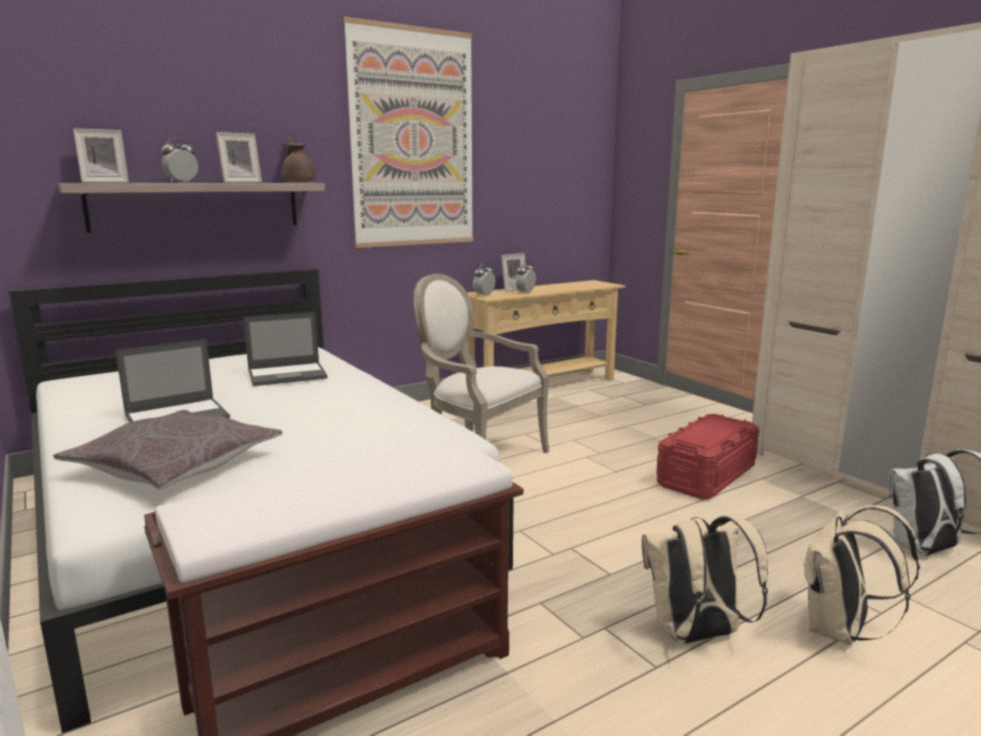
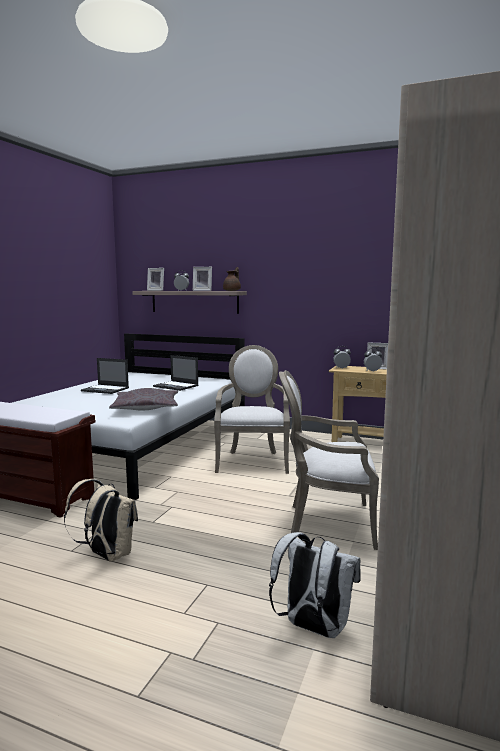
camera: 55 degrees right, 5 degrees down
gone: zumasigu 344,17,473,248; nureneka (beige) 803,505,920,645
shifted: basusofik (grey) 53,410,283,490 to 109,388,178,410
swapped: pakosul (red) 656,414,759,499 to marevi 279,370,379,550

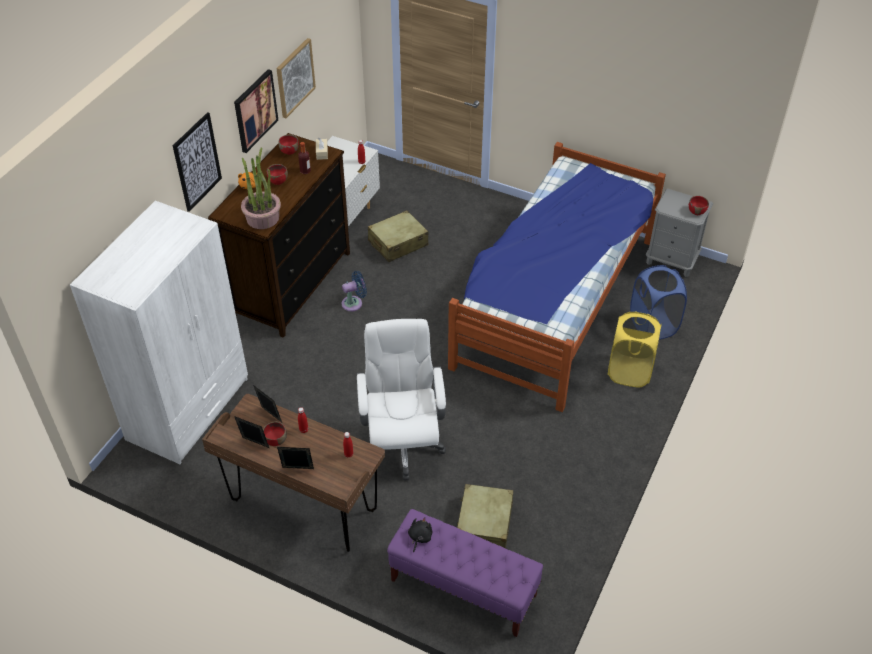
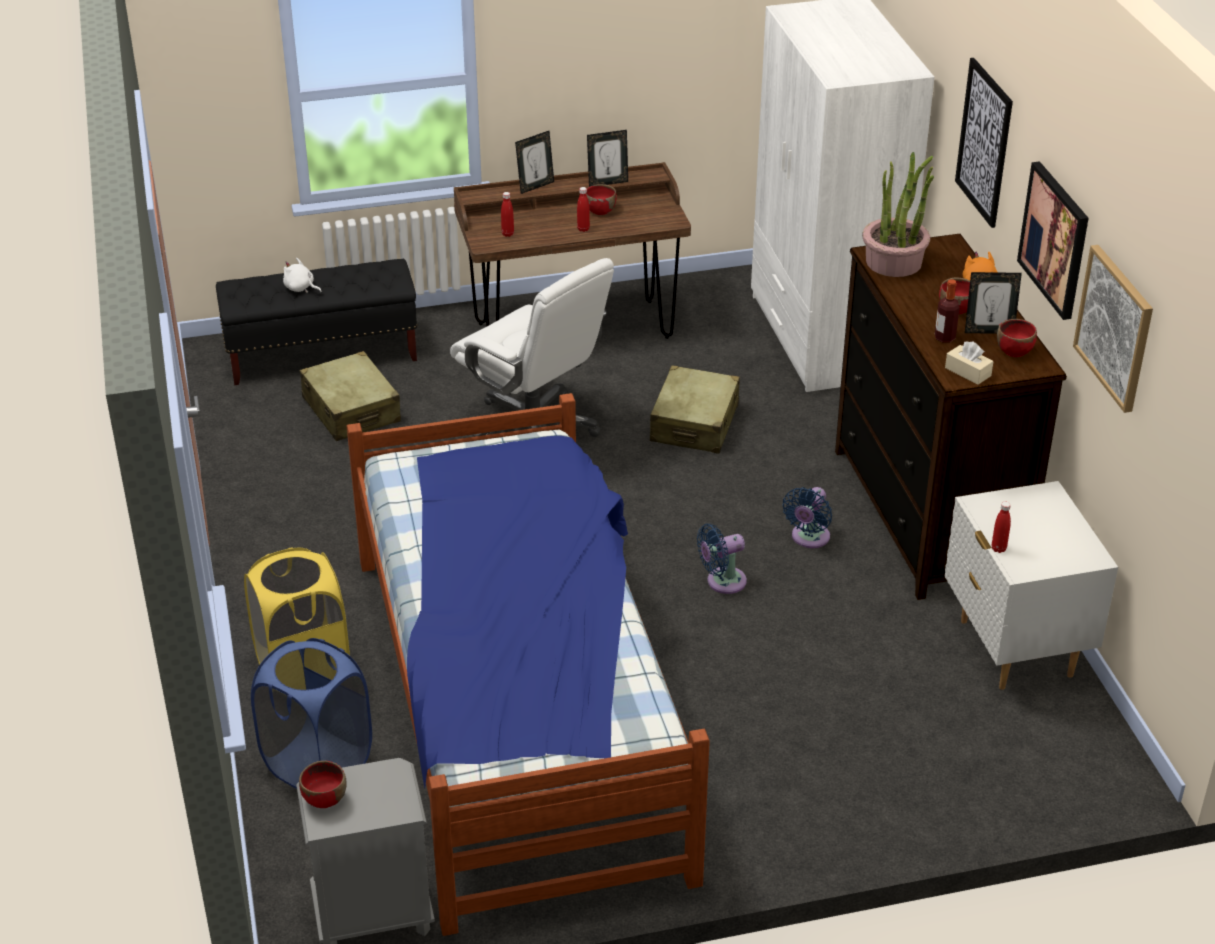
camera: 140 degrees right, 10 degrees down
gone: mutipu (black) 408,517,432,553
new: mutipu (white) 283,258,322,293; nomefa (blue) 697,524,747,594
shifted: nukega 253,385,282,422 to 965,272,1022,334; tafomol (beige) 368,210,428,262 to 650,365,740,454
repainted: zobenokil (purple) 387,509,543,637 to zobenokil (black) 216,259,417,385

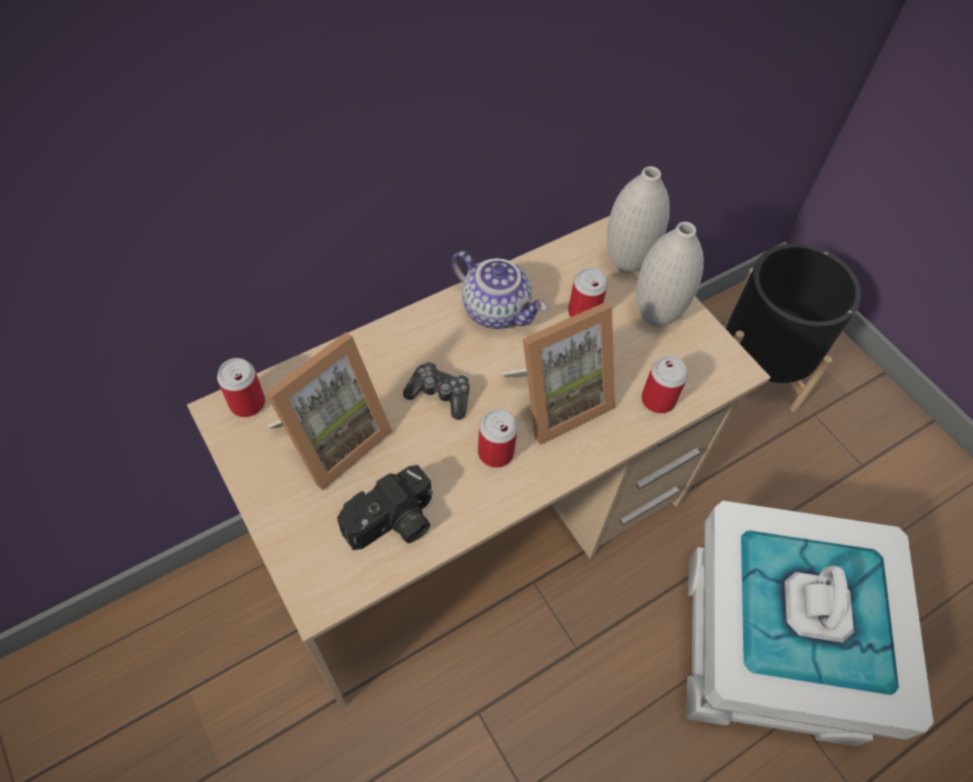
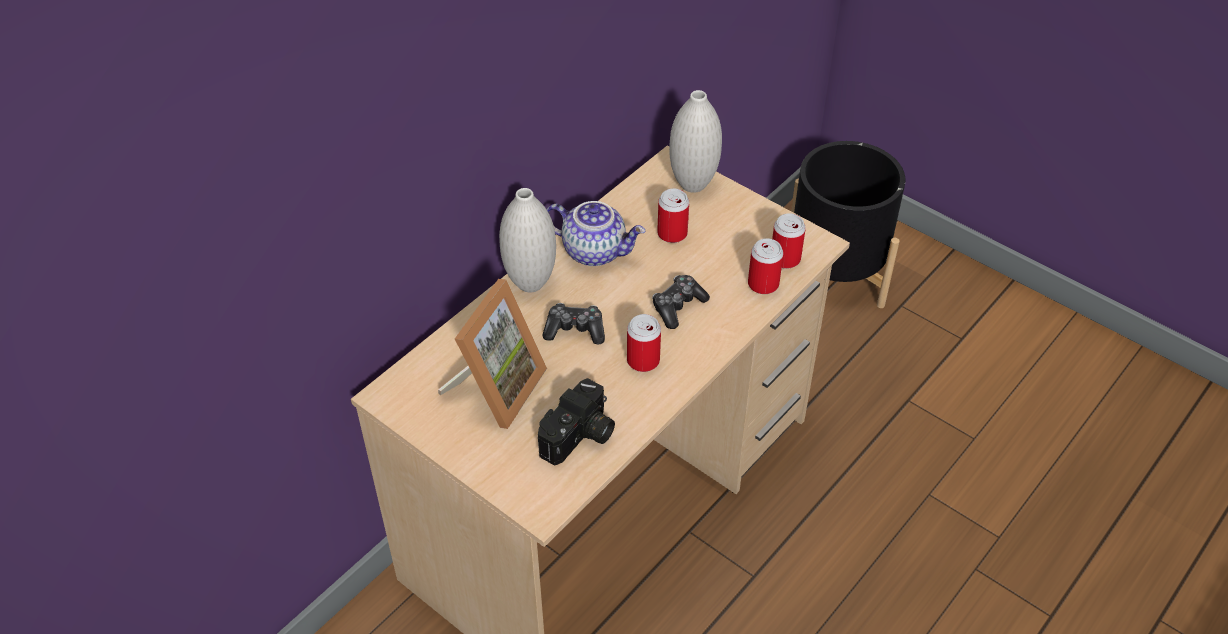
camera: 15 degrees left, 10 degrees down
gone: pakosul (white) 686,501,934,747
shifted: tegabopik 217,358,265,417 to 772,213,806,269; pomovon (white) 636,222,704,327 to 499,188,556,292
swapped: nukega 503,302,615,445 to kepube 652,275,710,329

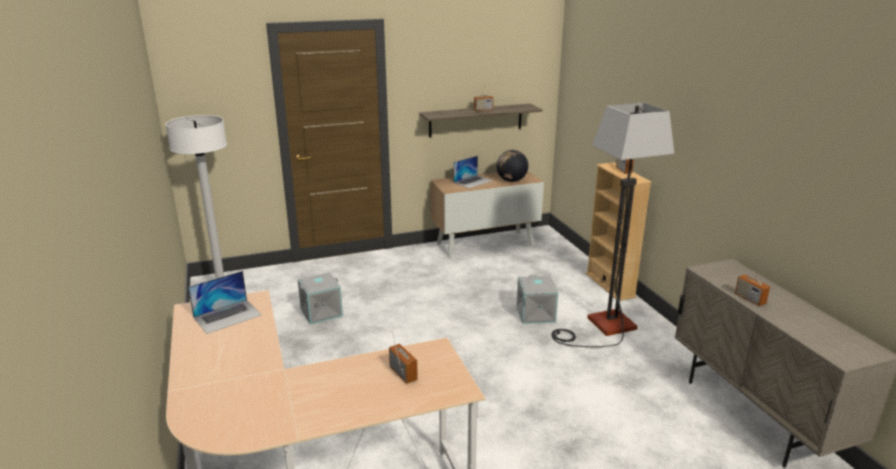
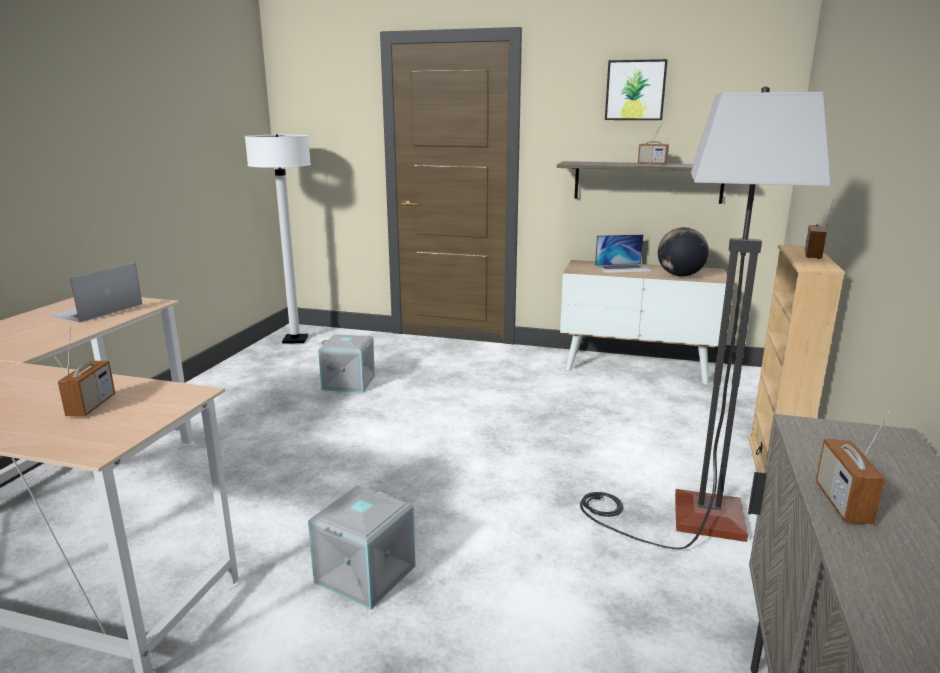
camera: 35 degrees right, 5 degrees down
new: zumasigu 605,59,668,120
shifted: pakosul (grey) 516,275,558,324 to 308,485,416,609
rotated: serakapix 188,271,261,334 = 49,263,142,323 120 degrees clockwise

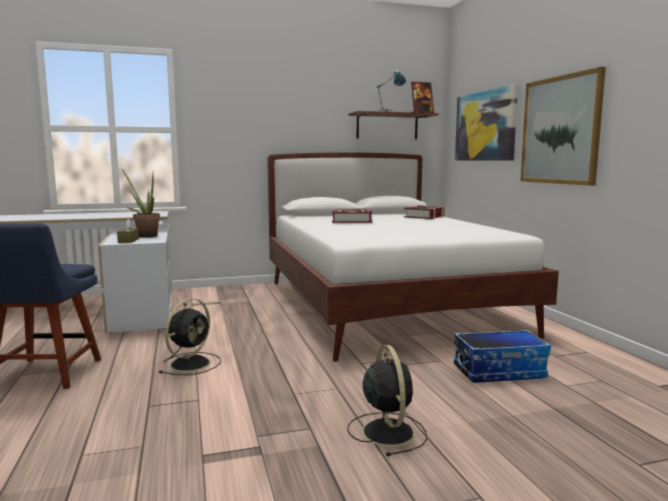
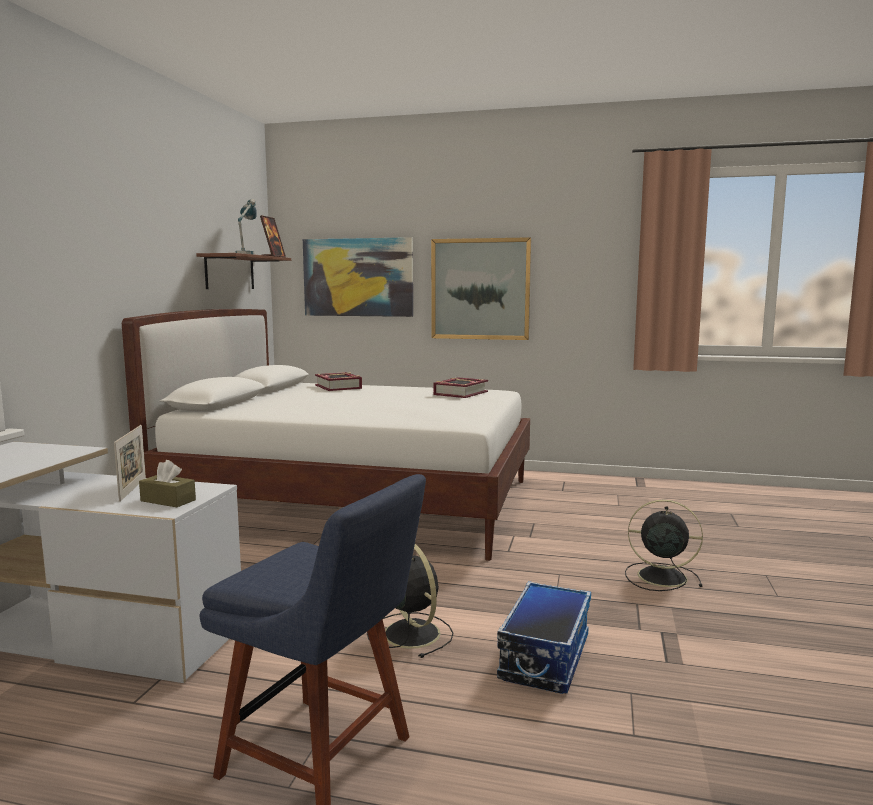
camera: 60 degrees left, 0 degrees up
shifted: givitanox 332,209,372,223 to 433,377,488,398; pakosul 454,330,551,383 to 497,581,591,694
swapped: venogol 122,169,160,238 to nukega 114,425,146,502

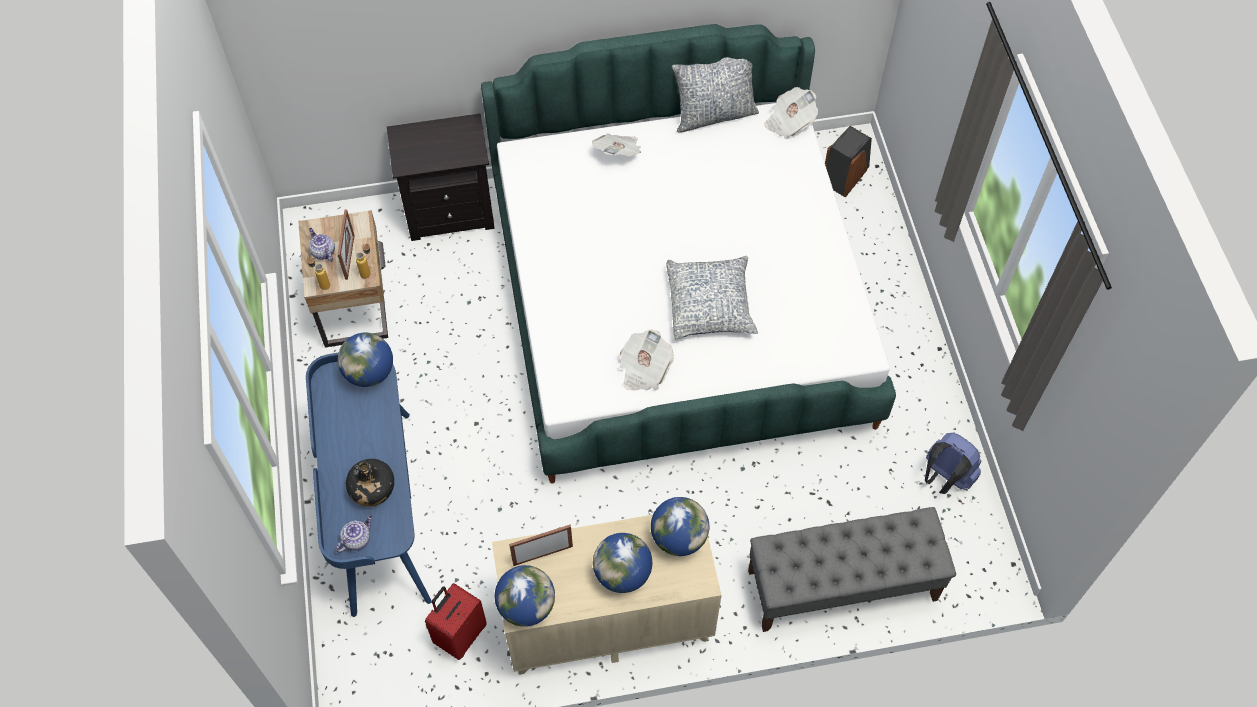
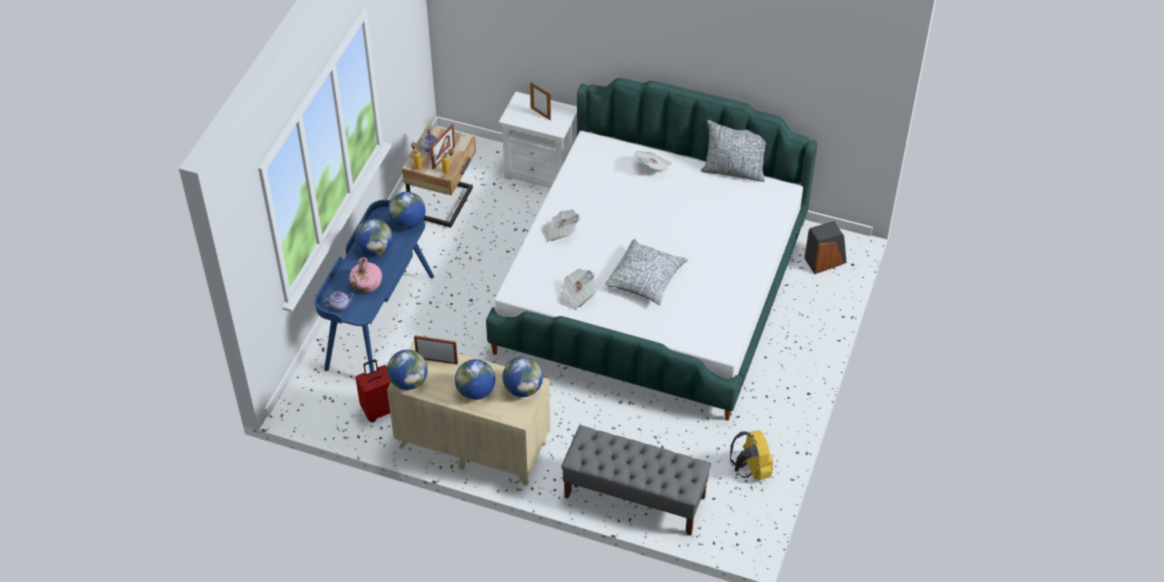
camera: 30 degrees right, 10 degrees down
new: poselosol 355,219,393,256; nukega 530,82,551,121
shifted: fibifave 764,87,818,139 to 540,209,580,242
repainted: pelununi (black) 346,459,394,507 to pelununi (pink) 349,257,382,293; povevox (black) 387,113,495,241 to povevox (white) 499,91,577,188; nureneka (blue) 925,433,981,494 to nureneka (yellow) 730,431,773,480

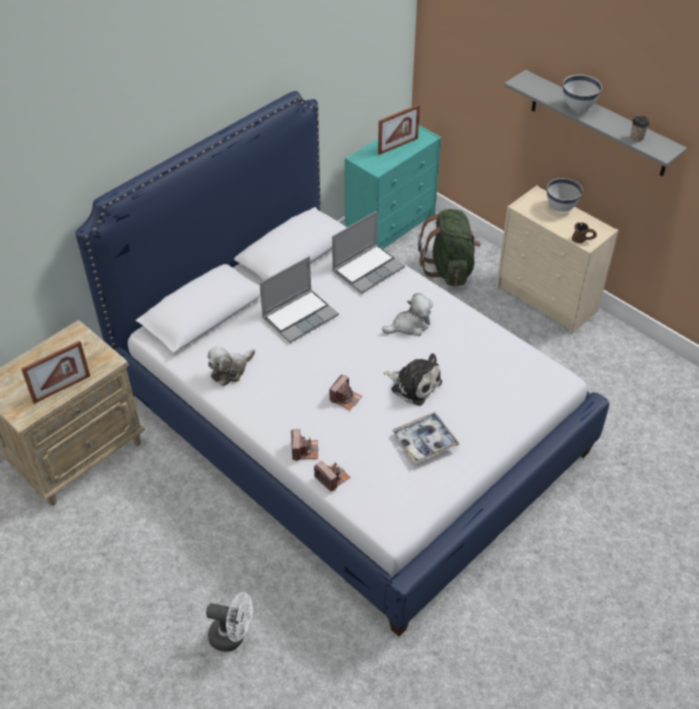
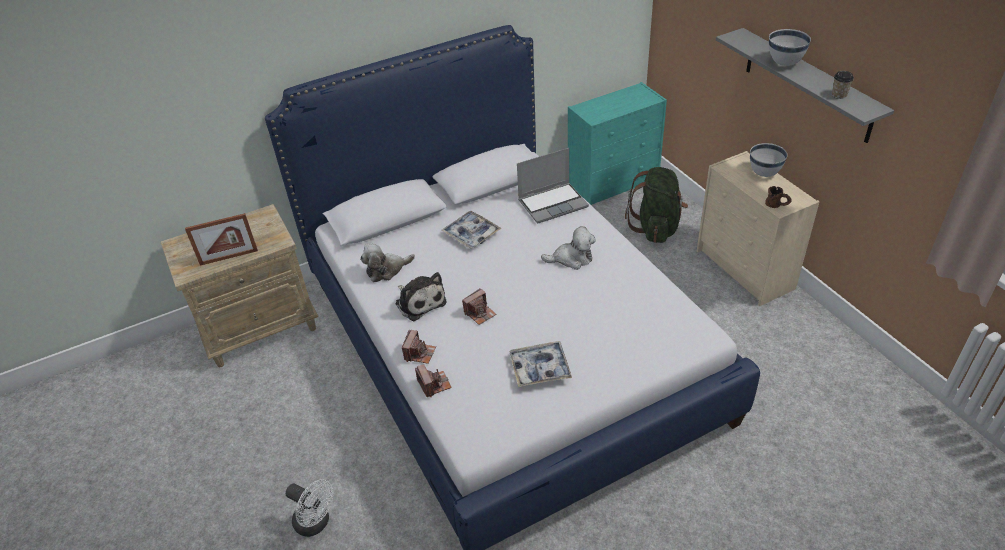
camera: 20 degrees right, 5 degrees down
gone: nukega 378,104,420,155
shifted: mutipu 384,353,442,406 to 395,272,447,321
swapped: serakapix 259,256,339,343 to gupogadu 442,211,501,249

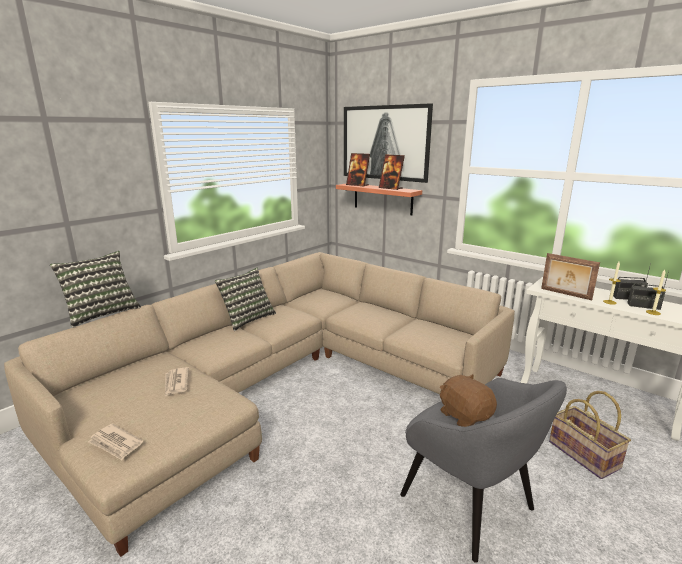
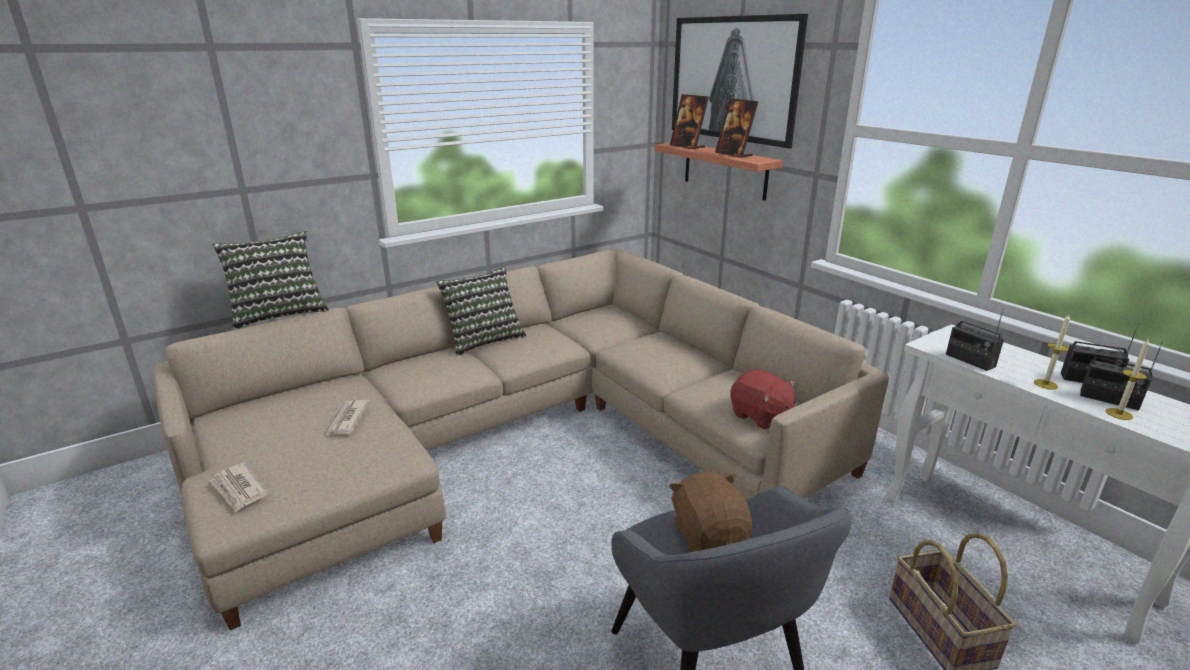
camera: 15 degrees right, 5 degrees up
new: mutipu (red) 730,370,796,429
swapped: nukega 541,253,600,300 to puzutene 946,308,1004,371

